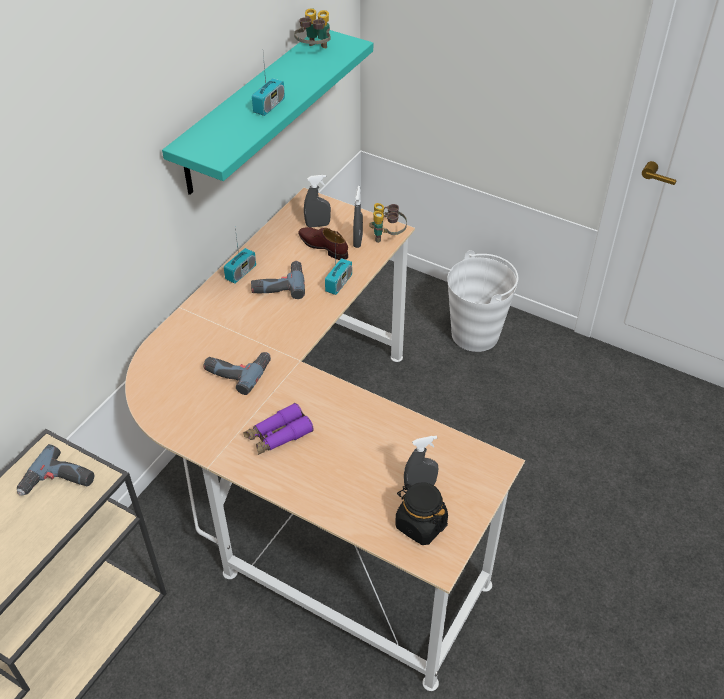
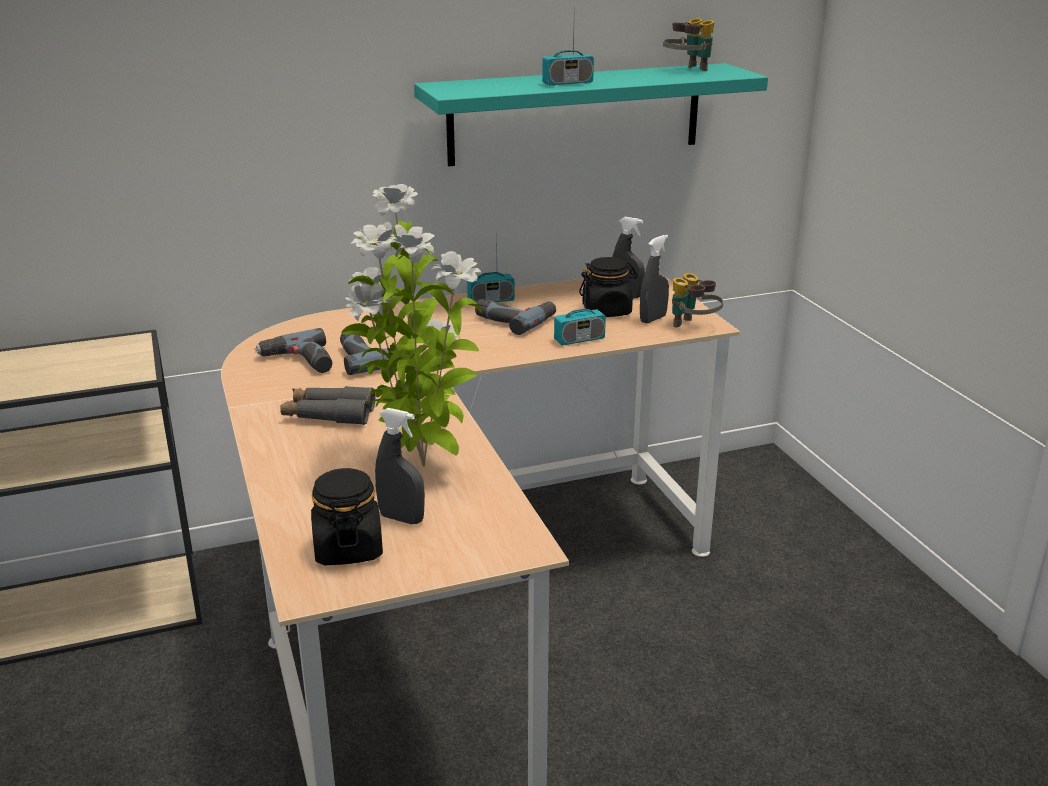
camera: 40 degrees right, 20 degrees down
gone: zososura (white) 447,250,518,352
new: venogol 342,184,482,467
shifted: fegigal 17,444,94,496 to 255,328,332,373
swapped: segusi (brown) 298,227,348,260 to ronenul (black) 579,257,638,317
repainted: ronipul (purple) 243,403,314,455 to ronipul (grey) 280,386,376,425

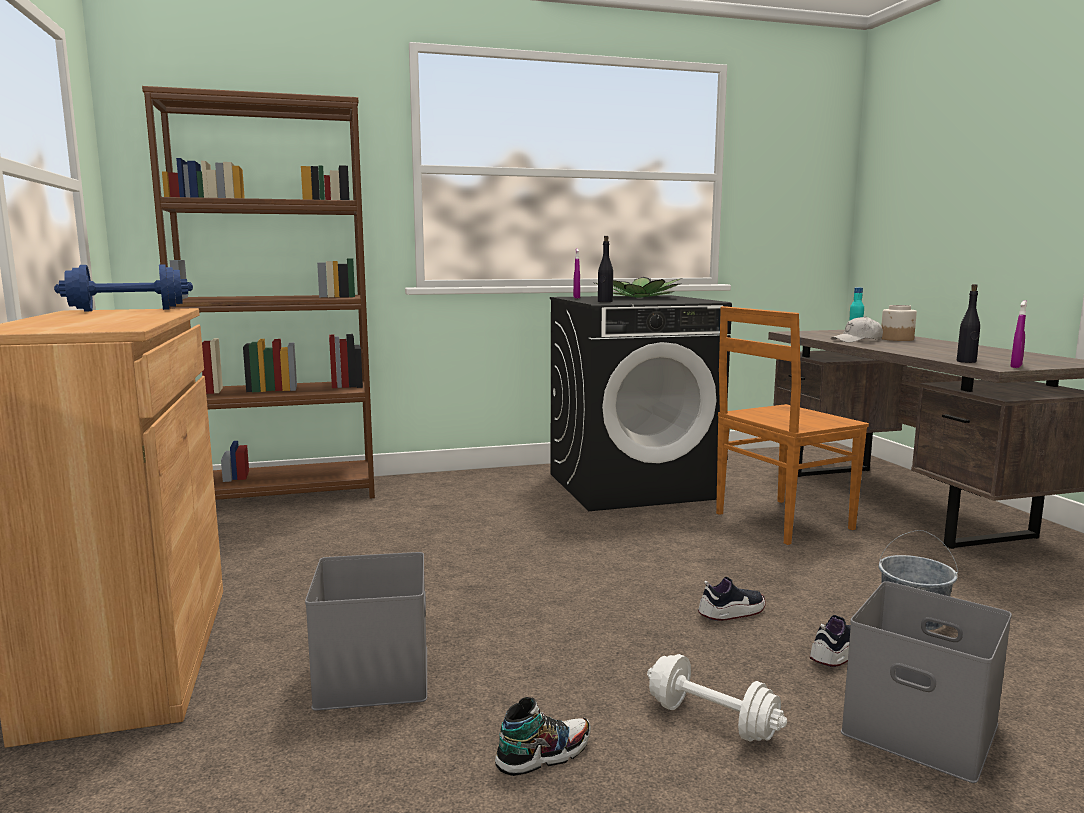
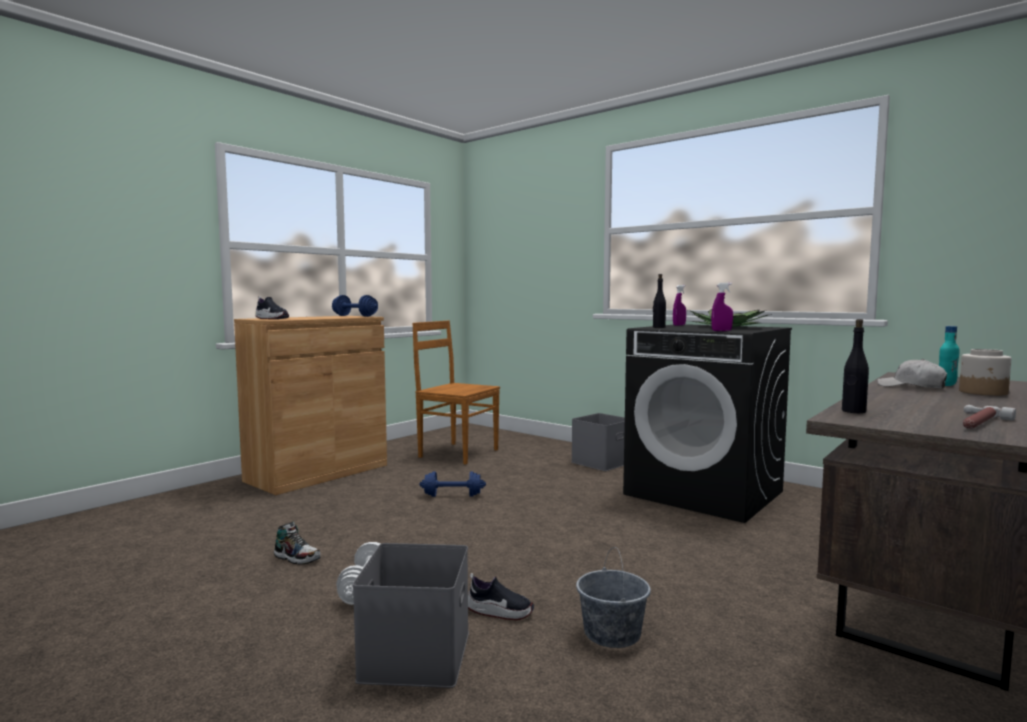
camera: 55 degrees right, 5 degrees down
gone: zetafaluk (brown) 142,86,375,500
new: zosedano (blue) 419,471,486,497; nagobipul 963,405,1016,429
shifted: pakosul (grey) 305,552,427,711 to 572,413,625,471; segusi 698,577,765,621 to 255,296,289,319; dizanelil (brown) 716,306,869,545 to 412,321,500,465; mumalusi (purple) 1010,300,1027,368 to 711,283,733,331

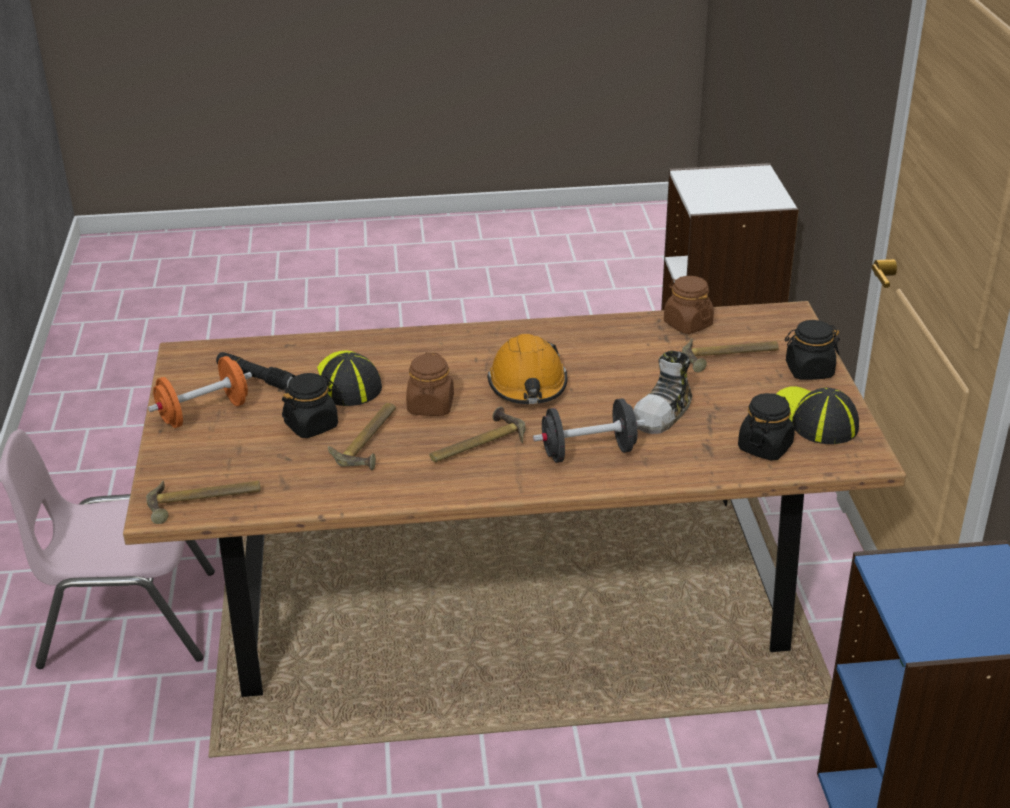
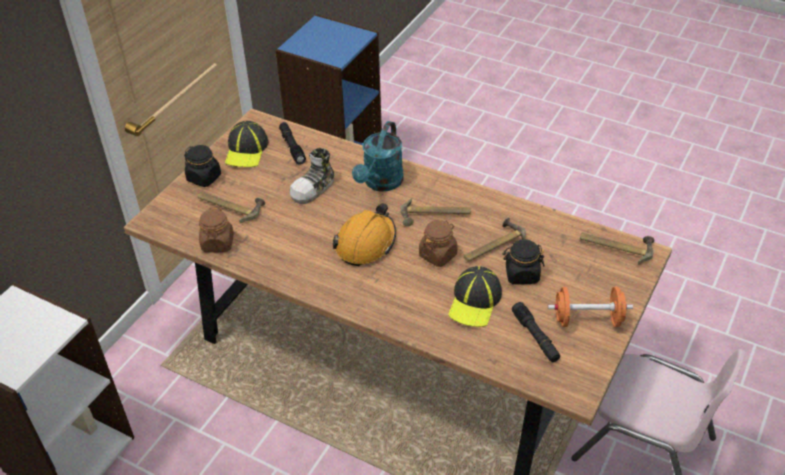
camera: 145 degrees left, 10 degrees up
swapped: zosedano (black) 533,398,645,463 to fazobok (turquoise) 352,121,404,191; ronenul (black) 738,393,795,461 to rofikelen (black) 279,122,306,165
rotated: segusi 633,351,692,434 = 290,148,335,204 150 degrees clockwise

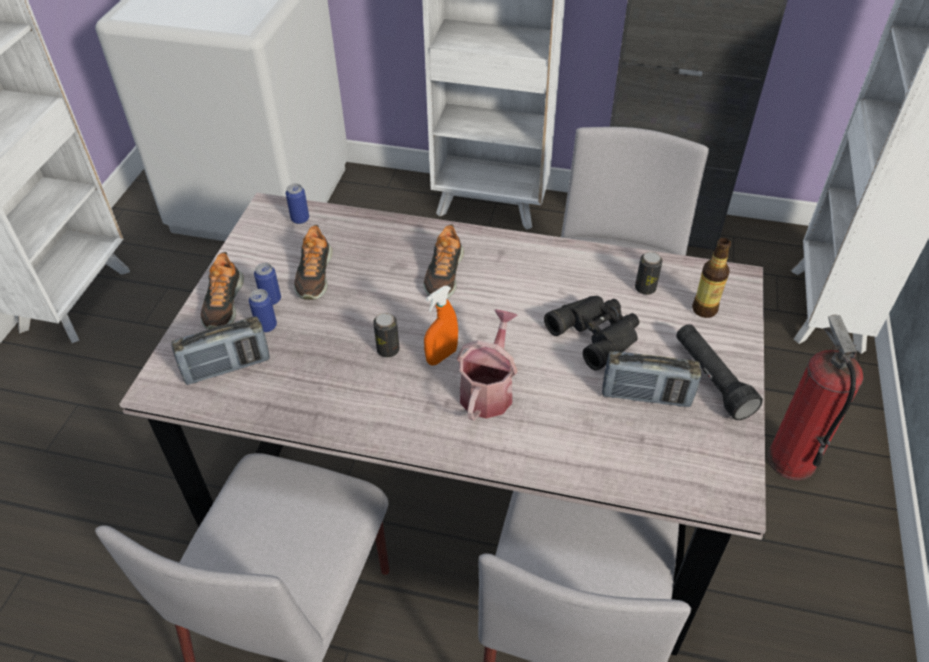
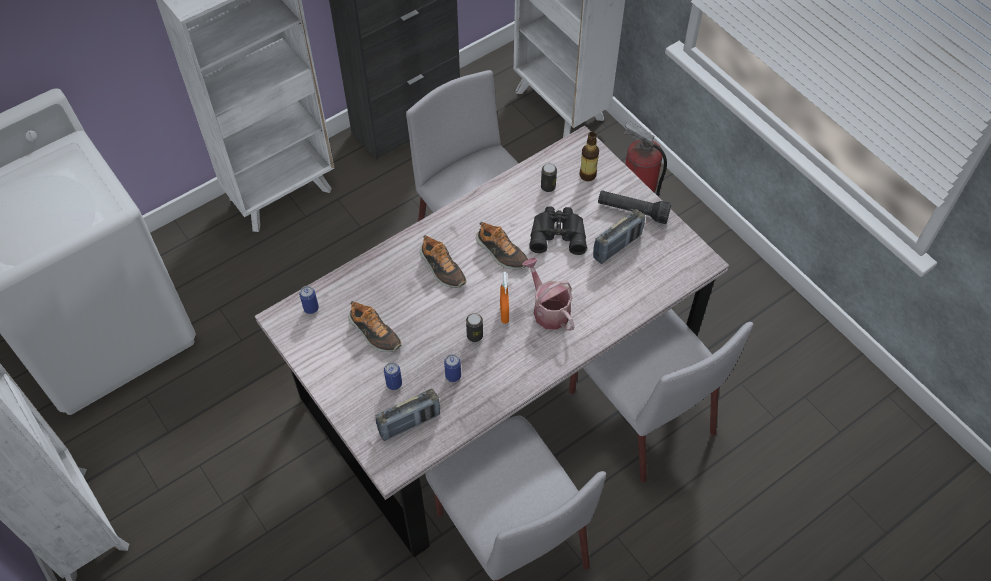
camera: 50 degrees left, 10 degrees up
shifted: segusi 201,252,244,330 to 476,222,528,269; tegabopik 254,263,281,305 to 444,354,461,382
rotated: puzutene 171,316,270,385 = 376,388,440,441 45 degrees clockwise

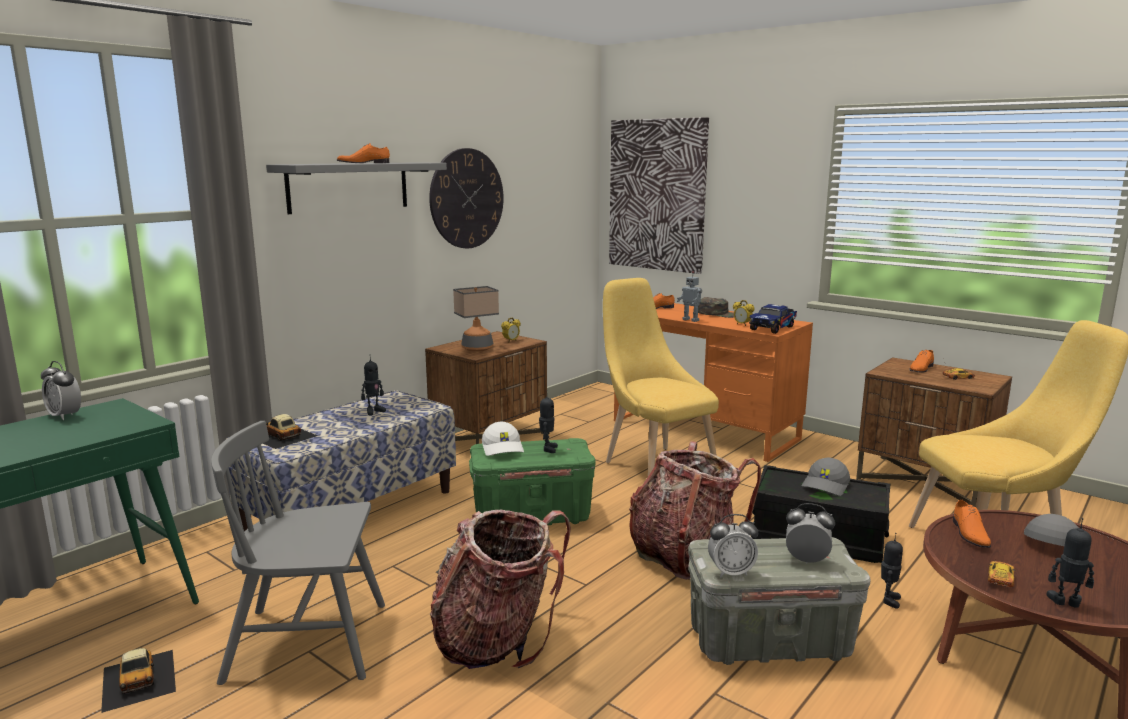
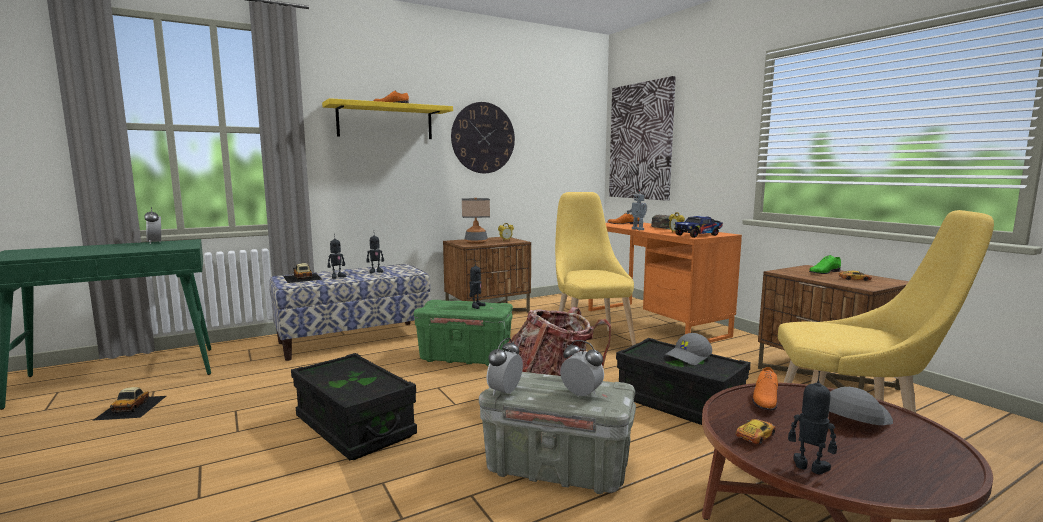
camera: 20 degrees right, 5 degrees down
gone: dizanelil (grey) 211,421,385,685; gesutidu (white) 482,422,524,456
shifted: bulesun 881,533,903,609 to 328,234,346,279
swapped: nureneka 430,510,571,669 to pakosul (black) 291,353,417,460
repainted: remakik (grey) 266,162,447,214 to remakik (yellow) 322,98,453,139; segusi (orange) 910,350,934,373 to segusi (green) 809,255,841,274
rotated: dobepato 708,514,758,577 = 487,338,523,396 105 degrees clockwise

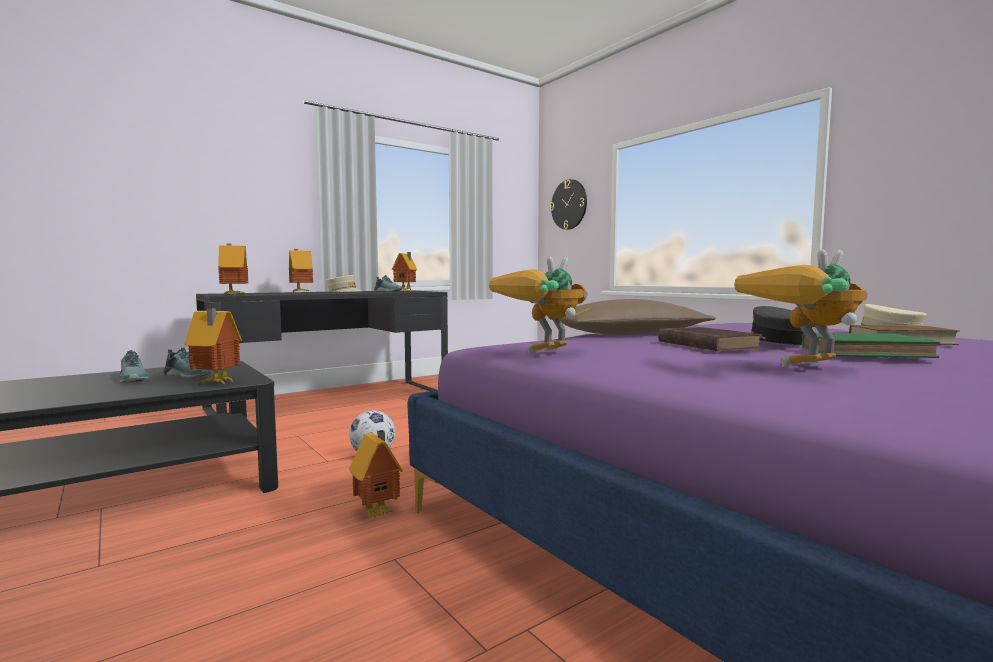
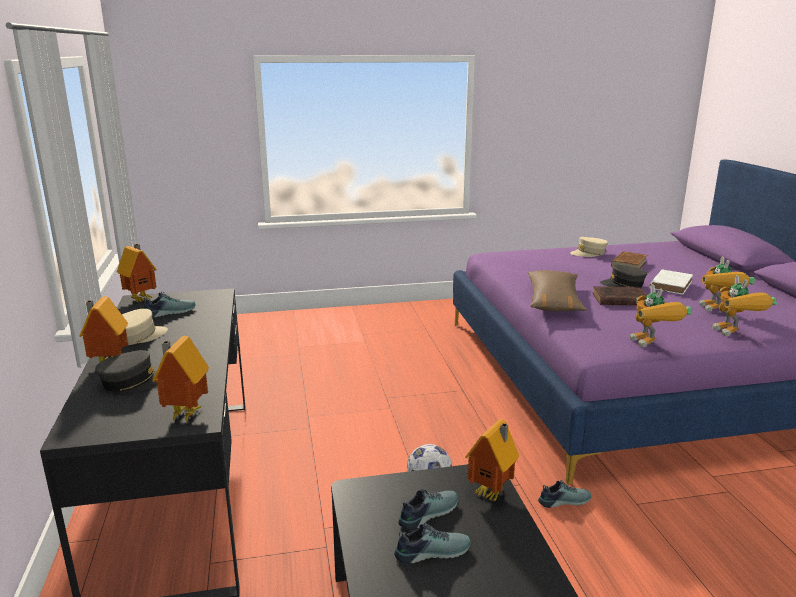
camera: 65 degrees left, 15 degrees up
gone: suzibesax 550,179,587,230
new: gesutidu (grey) 95,350,157,392; bulesun 712,275,777,336
swapped: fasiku 349,430,403,518 to segusi 538,480,591,508
repainted: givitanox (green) 802,333,940,358 to givitanox (white) 650,269,693,294

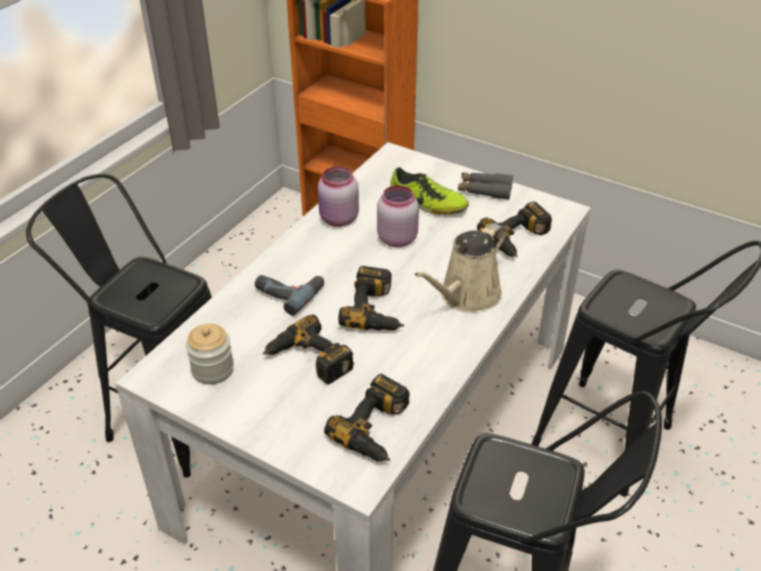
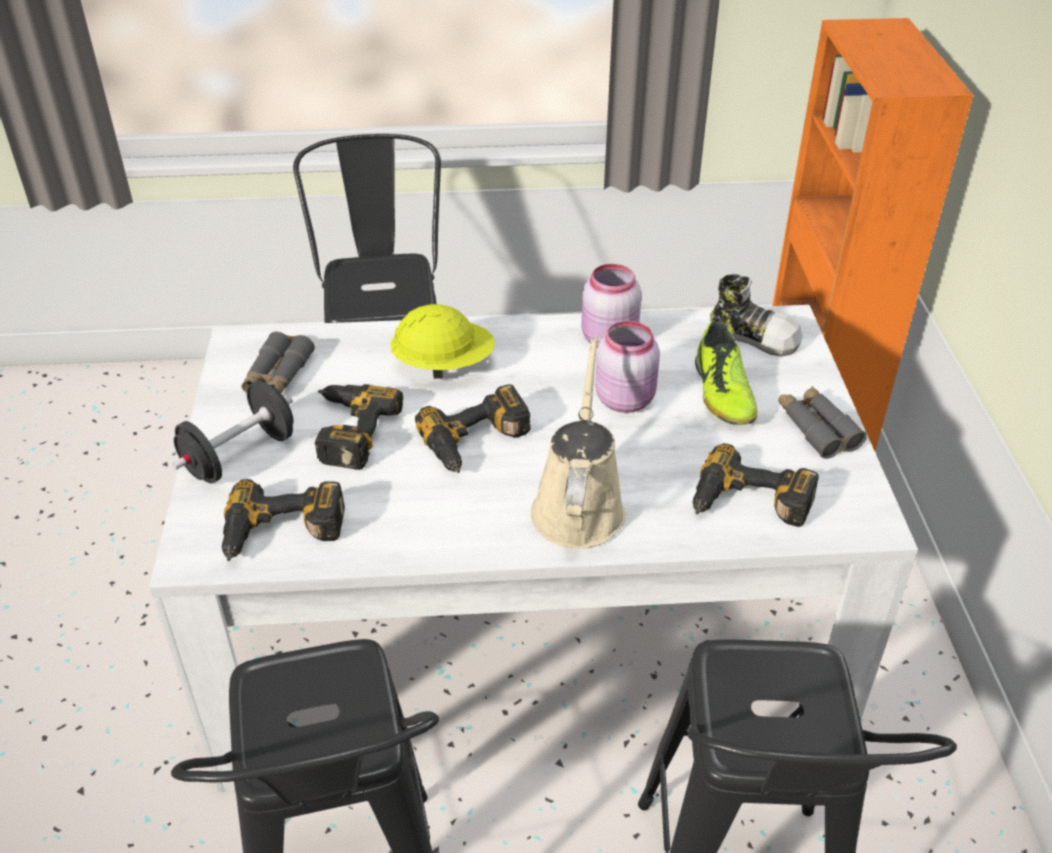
camera: 55 degrees right, 0 degrees up
new: zosedano (black) 172,381,293,484; segusi 710,274,803,357
swapped: ronenul 186,324,234,384 to ronipul (grey) 241,332,315,393; fegigal 255,275,324,316 to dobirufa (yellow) 390,304,495,379
rotated: fazobok (beige) 414,223,506,313 = 531,337,626,549 90 degrees clockwise

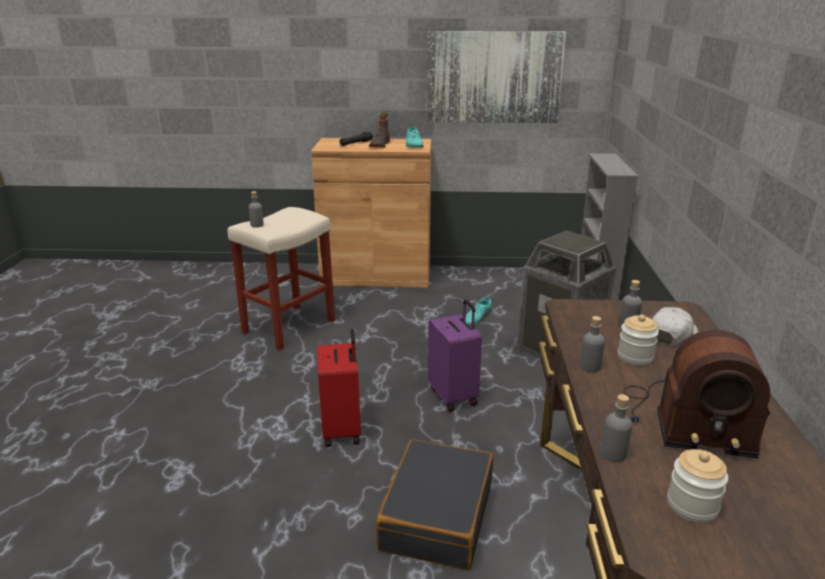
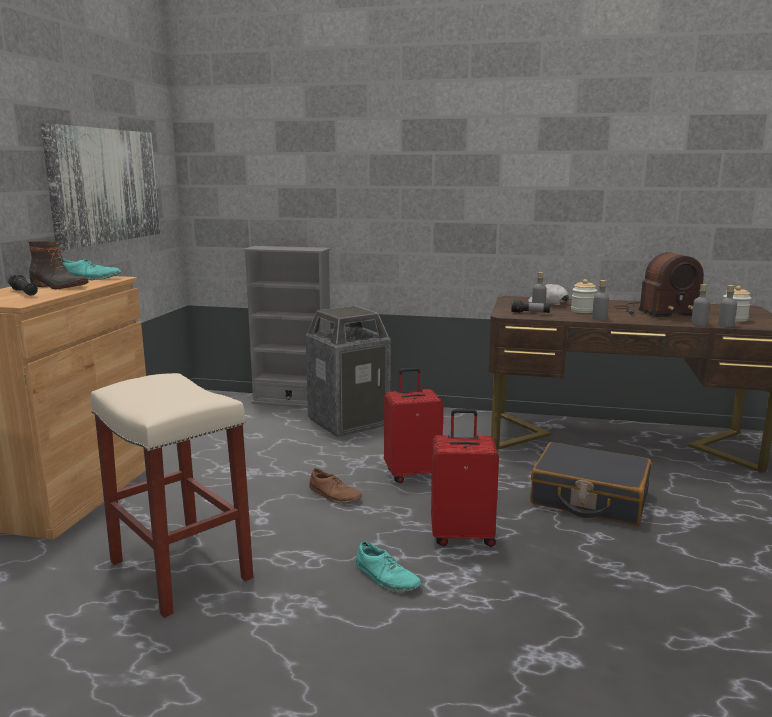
camera: 80 degrees left, 10 degrees down
new: segusi (brown) 309,468,362,504; rofikelen 511,300,550,313
shifted: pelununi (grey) 249,191,264,227 to 718,285,737,327; segusi (turquoise) 465,297,492,325 to 356,541,422,592
repainted: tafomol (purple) 428,299,482,412 to tafomol (red) 384,368,443,483
rotated: puzutene 623,330,770,459 = 614,252,704,317 60 degrees clockwise

